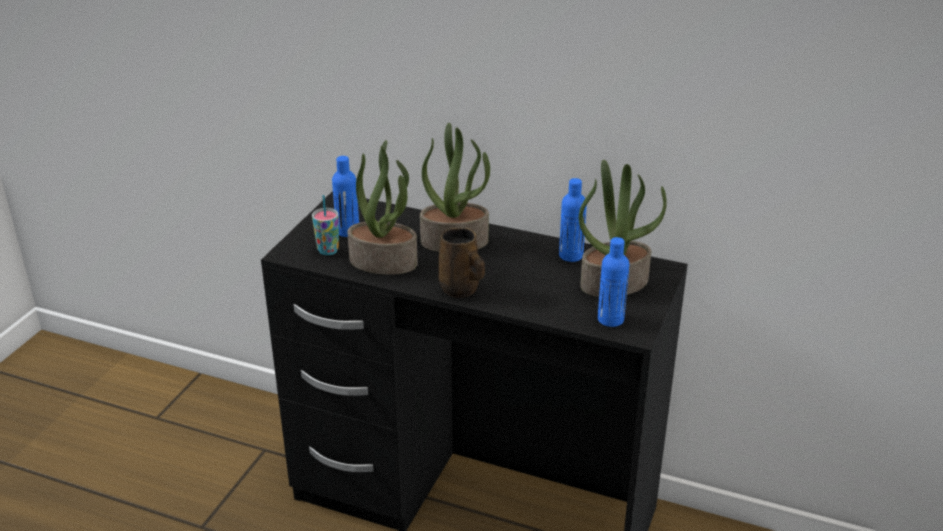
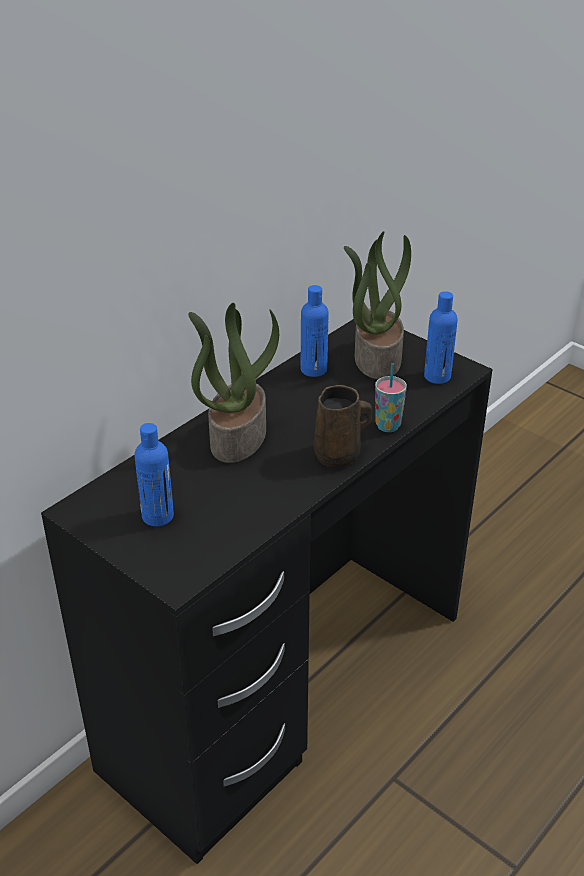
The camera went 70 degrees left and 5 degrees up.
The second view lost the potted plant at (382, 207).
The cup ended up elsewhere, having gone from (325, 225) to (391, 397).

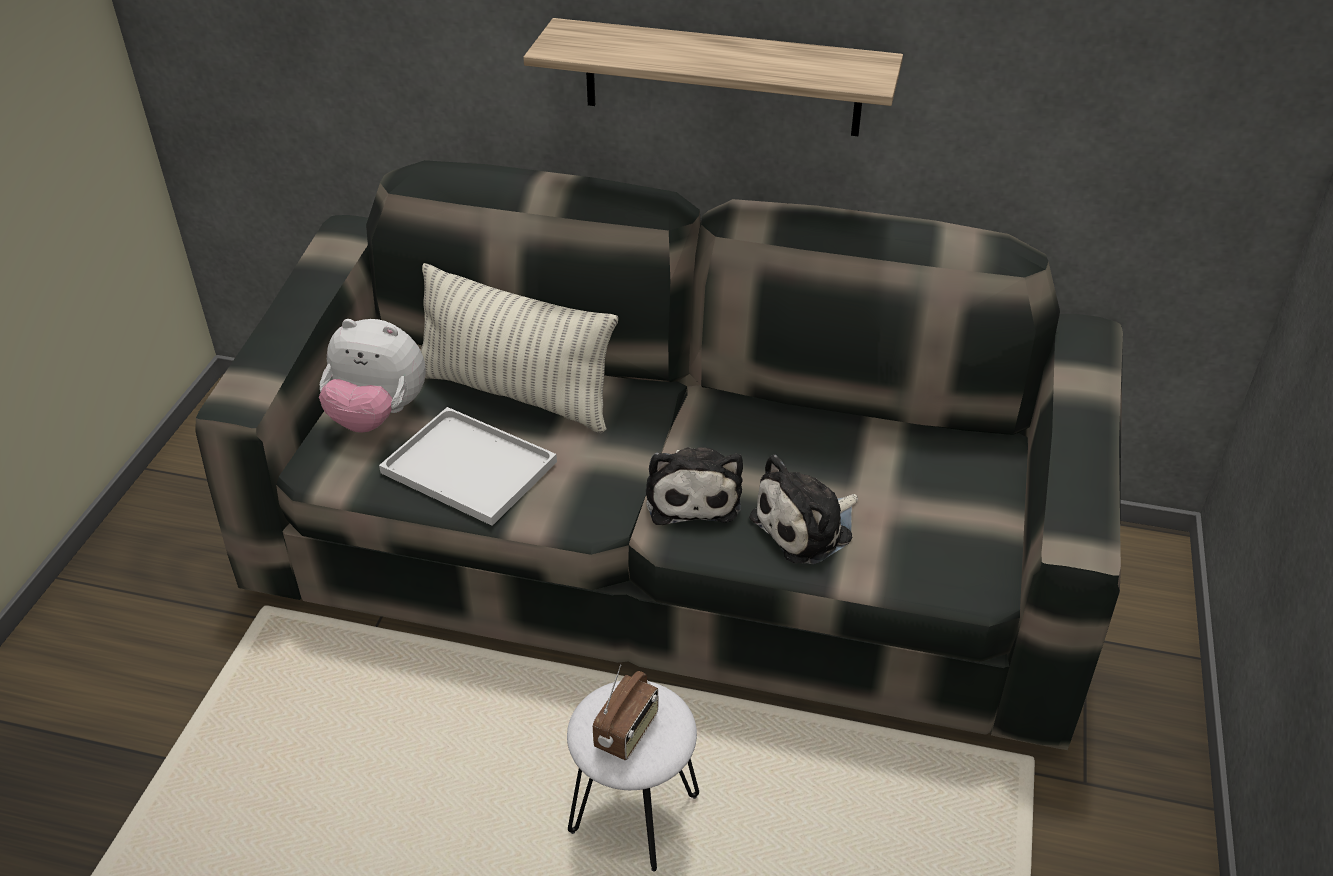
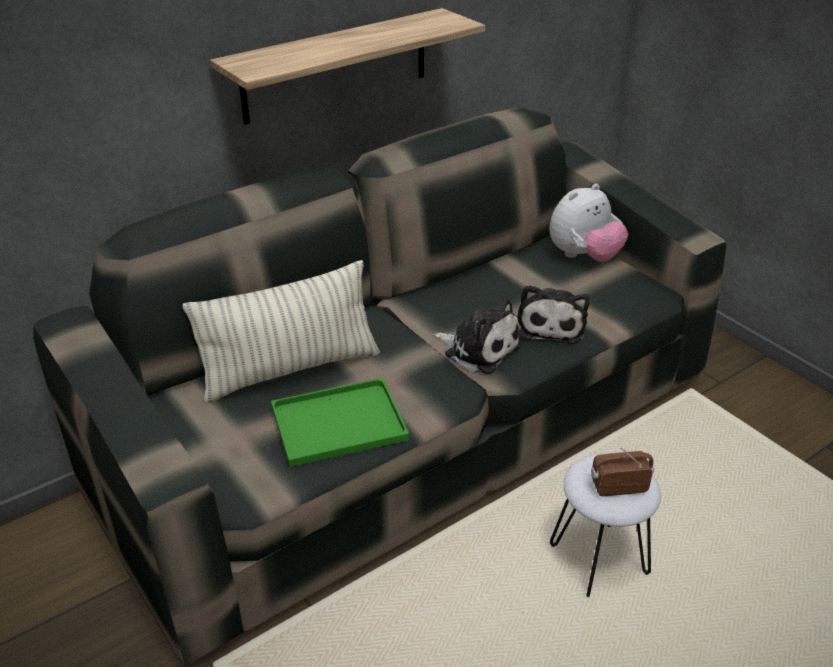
The camera went 50 degrees left and 5 degrees down.
The plush toy ended up elsewhere, having gone from (372, 376) to (588, 223).
What was the white tray at (468, 466) turned into the green tray at (340, 422).
The radio at (625, 712) ended up facing another way, 75 degrees counterclockwise from before.

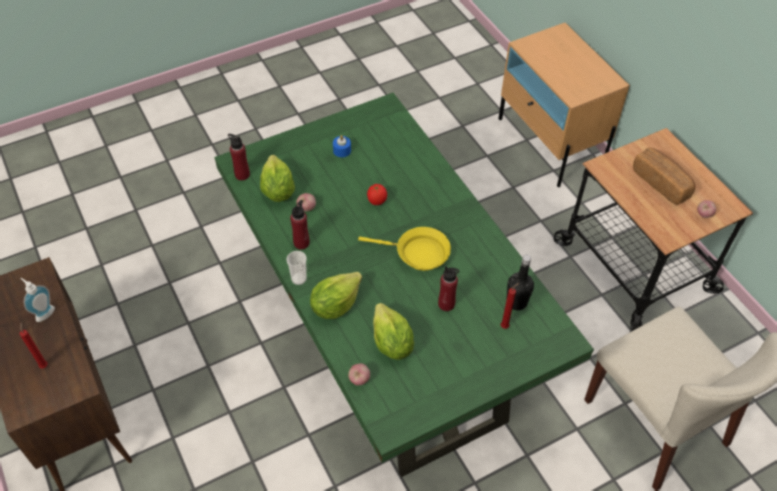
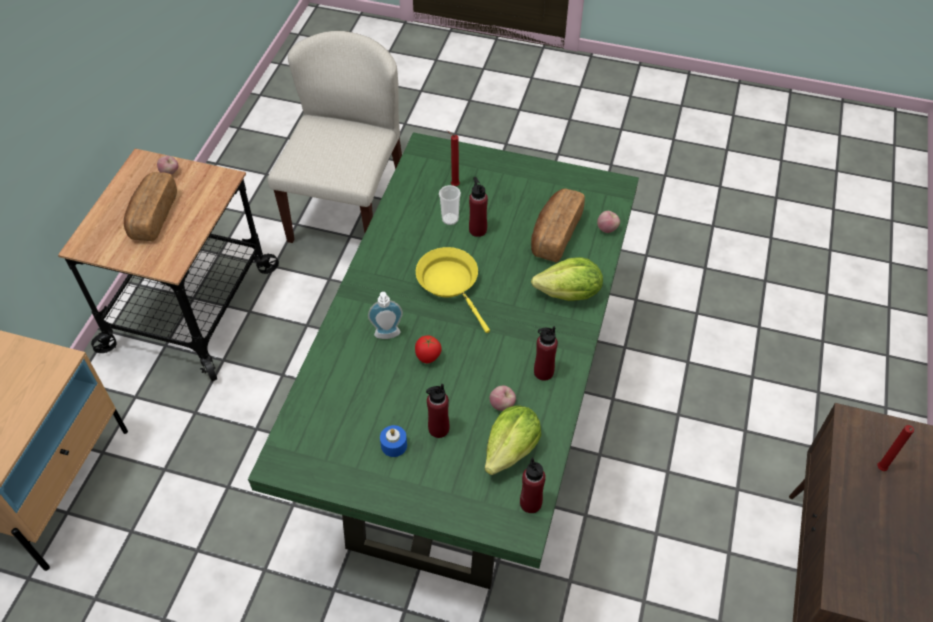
The camera went 135 degrees left and 0 degrees up.
The second view lost the black bottle at (520, 282).
The second view gained the red bottle at (438, 411).
The soap dispenser ended up elsewhere, having gone from (37, 300) to (385, 315).
The cup ended up elsewhere, having gone from (296, 268) to (450, 205).
Where the lettuce stood at (393, 331), the bread came to stand at (558, 225).

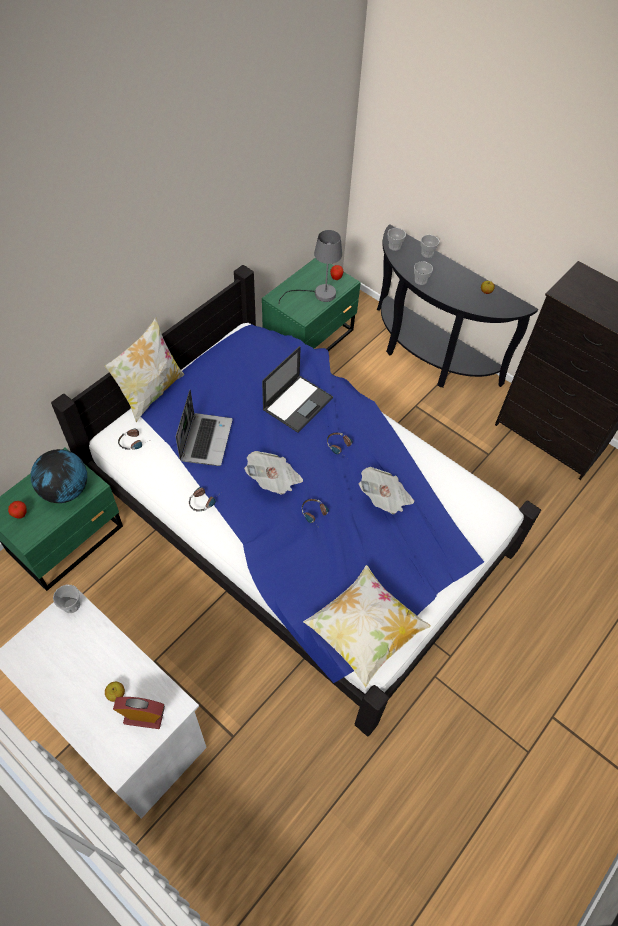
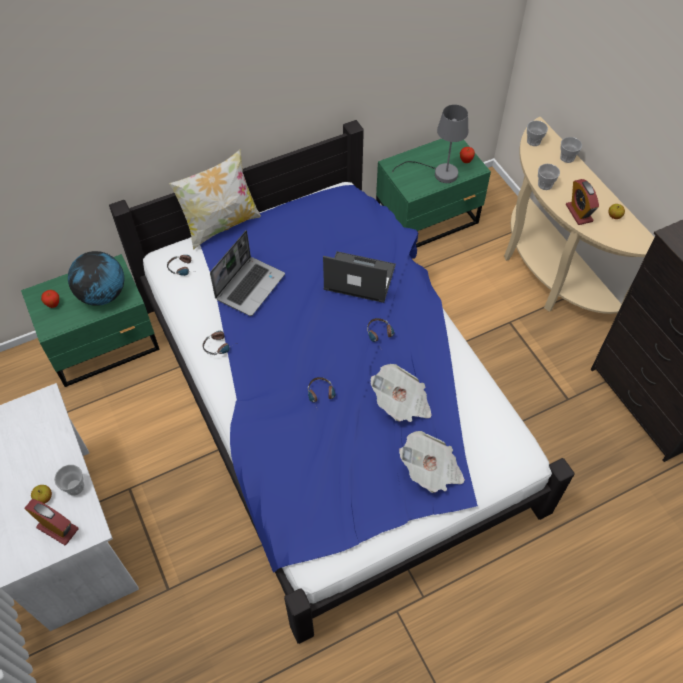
The camera went 25 degrees right and 0 degrees up.
The second view lost the pillow at (367, 626).
The second view gained the alarm clock at (582, 202).
The cup ended up elsewhere, having gone from (66, 599) to (69, 480).
The newspaper ended up elsewhere, having gone from (273, 473) to (432, 462).
What was the black console table at (457, 306) turned into the beige console table at (579, 215).
The laptop at (297, 389) ended up facing another way, 135 degrees counterclockwise from before.

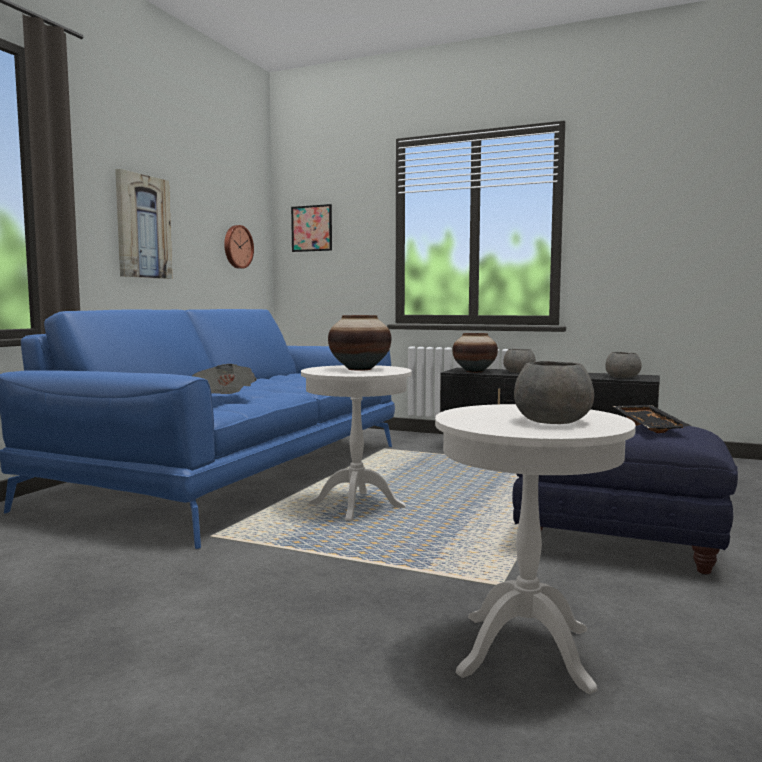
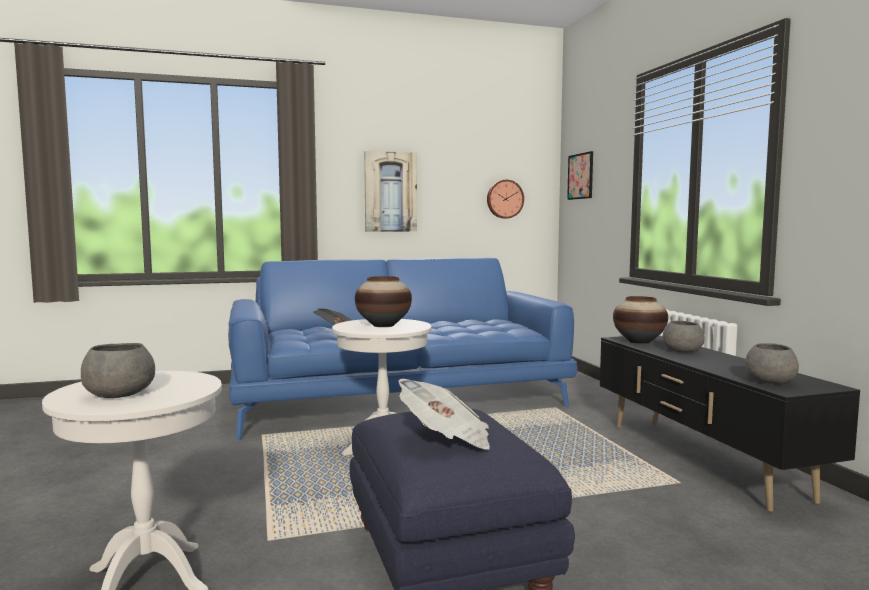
The camera went 50 degrees right and 0 degrees up.
Where the black tray stood at (652, 419), the newspaper came to stand at (444, 414).

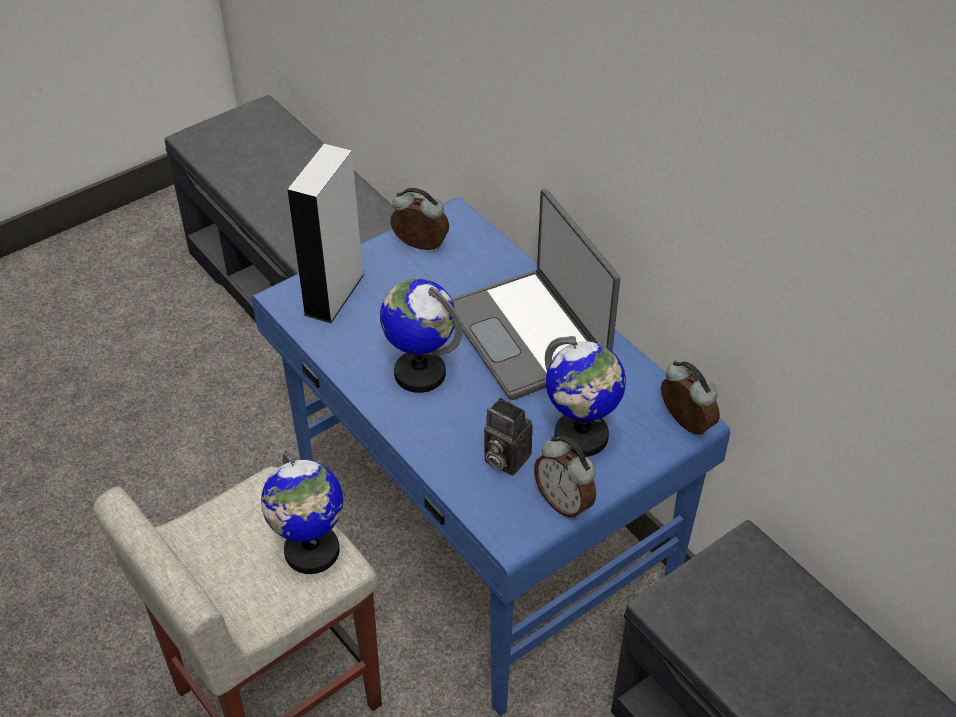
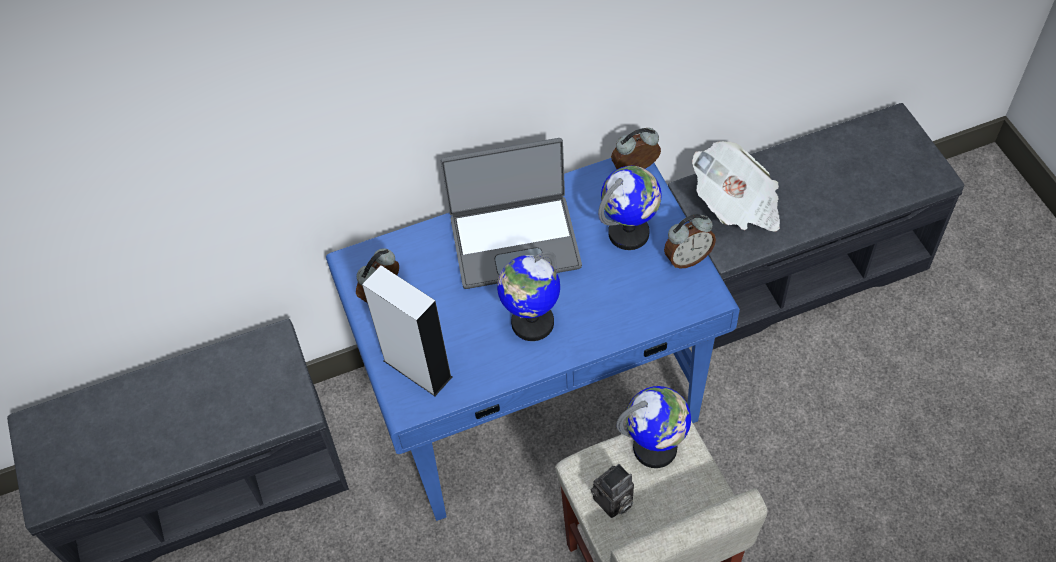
The camera went 70 degrees left and 10 degrees up.
The second view gained the newspaper at (736, 186).
The photo camera ended up elsewhere, having gone from (508, 437) to (612, 491).

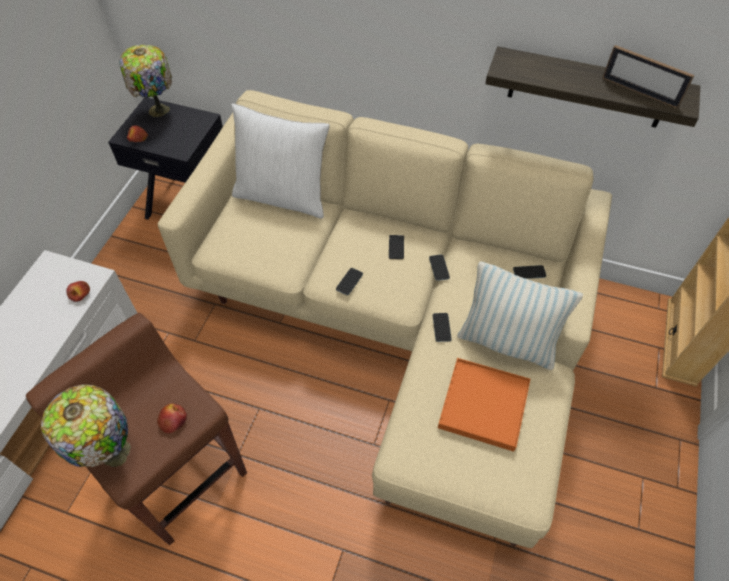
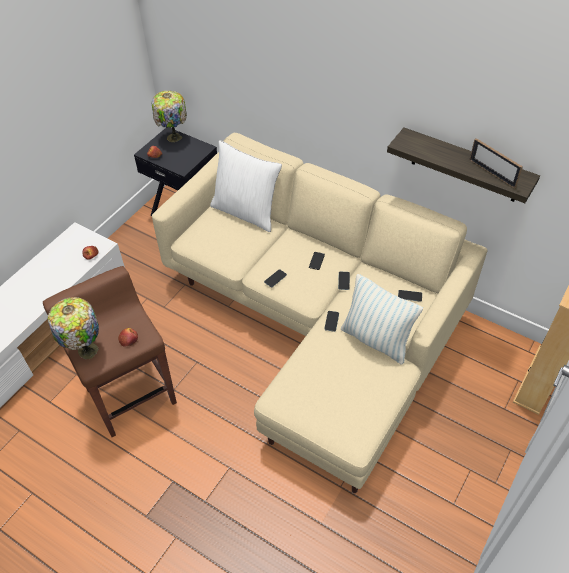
The camera went 15 degrees right and 5 degrees down.
The second view lost the orange tray at (484, 405).

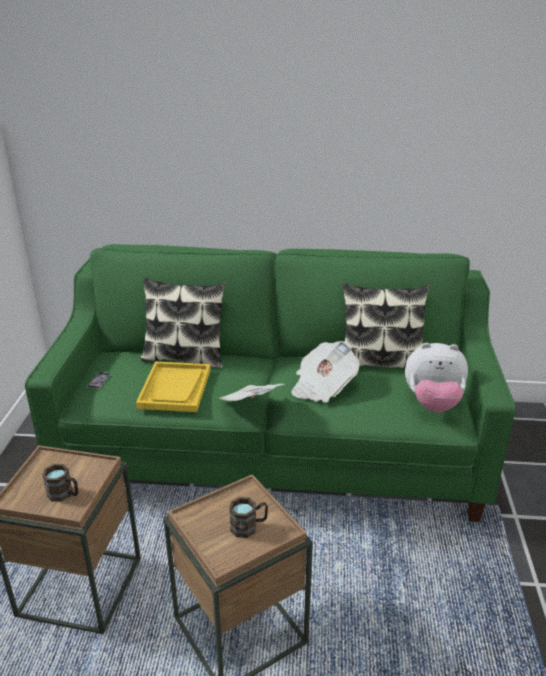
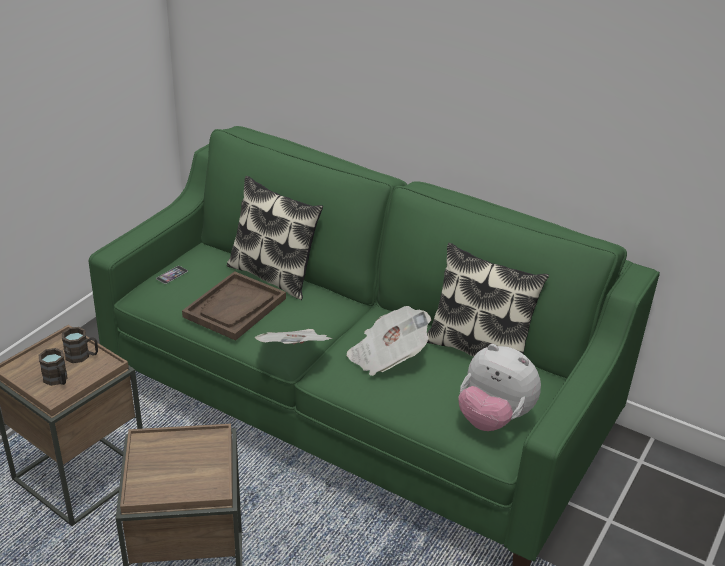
The camera went 25 degrees right and 5 degrees up.
The brown mug ended up elsewhere, having gone from (248, 517) to (80, 345).
What was the yellow tray at (173, 387) turned into the brown tray at (234, 306).

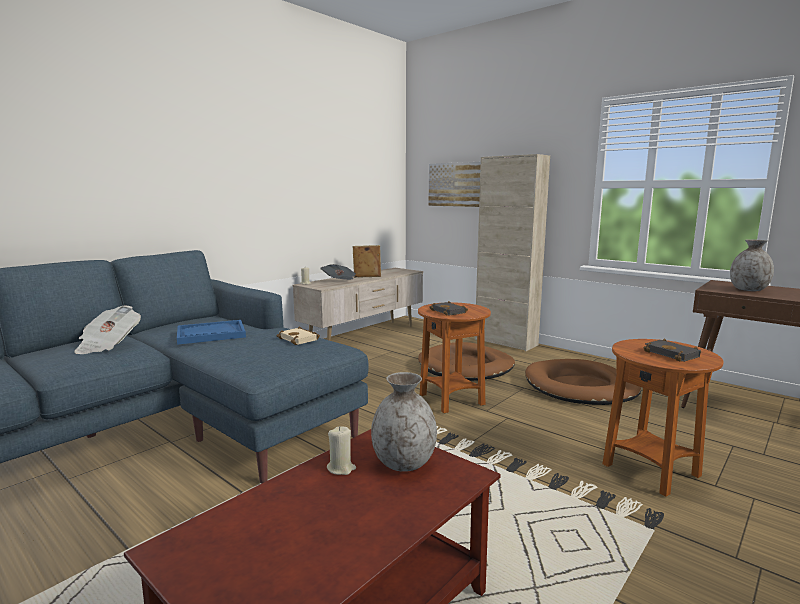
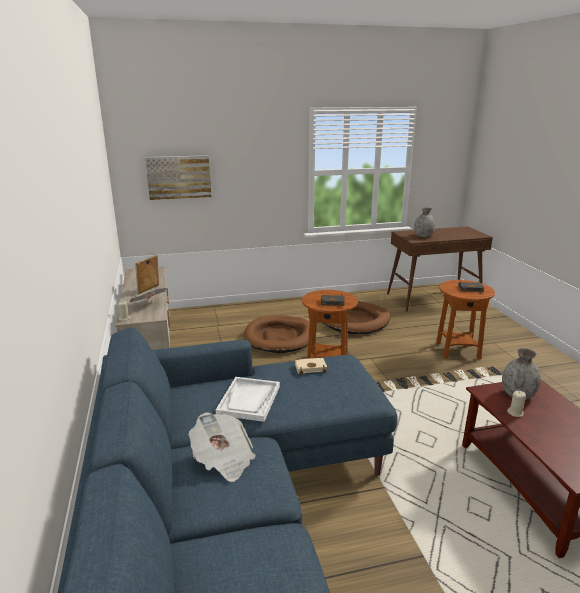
The camera went 55 degrees left and 10 degrees up.
The second view lost the beige cabinet at (512, 252).
What was the blue tray at (211, 332) turned into the white tray at (248, 399).

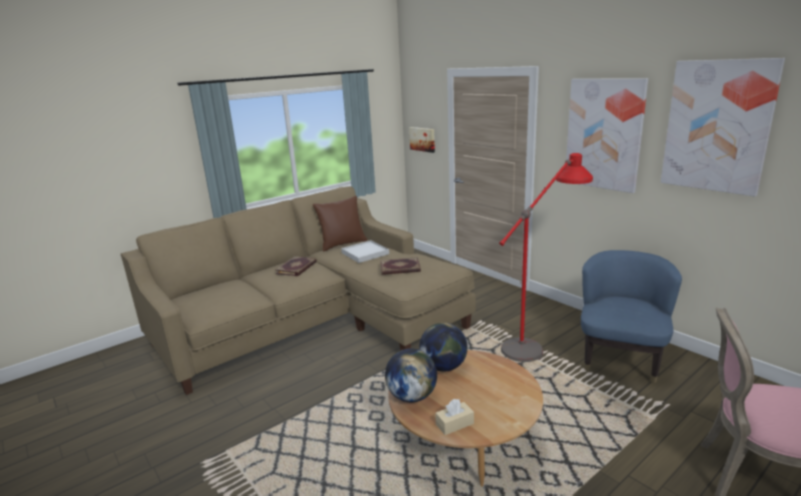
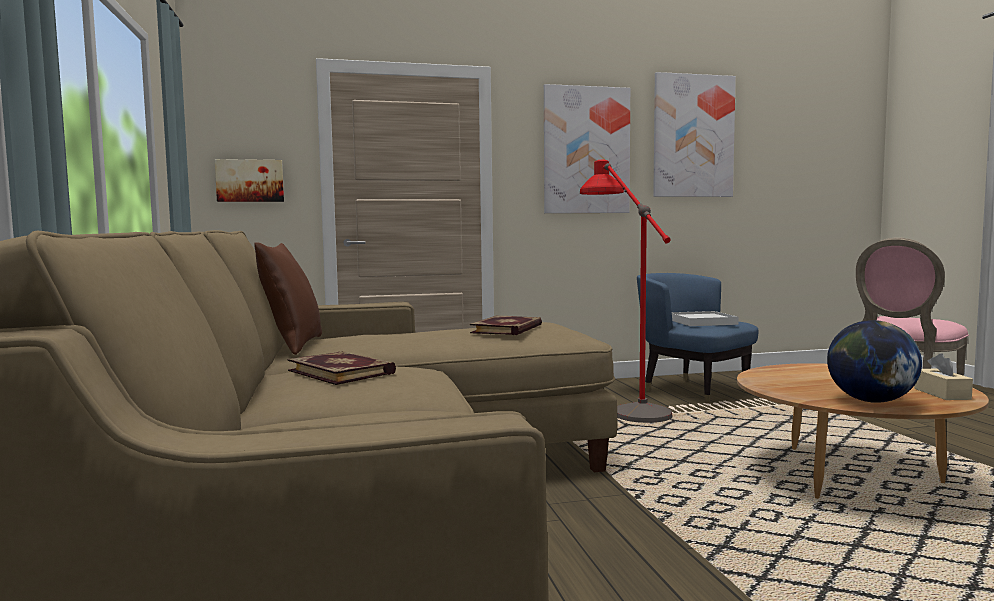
The camera went 65 degrees left and 15 degrees down.
The second view lost the globe at (443, 347).
The white tray ended up elsewhere, having gone from (365, 251) to (705, 318).

